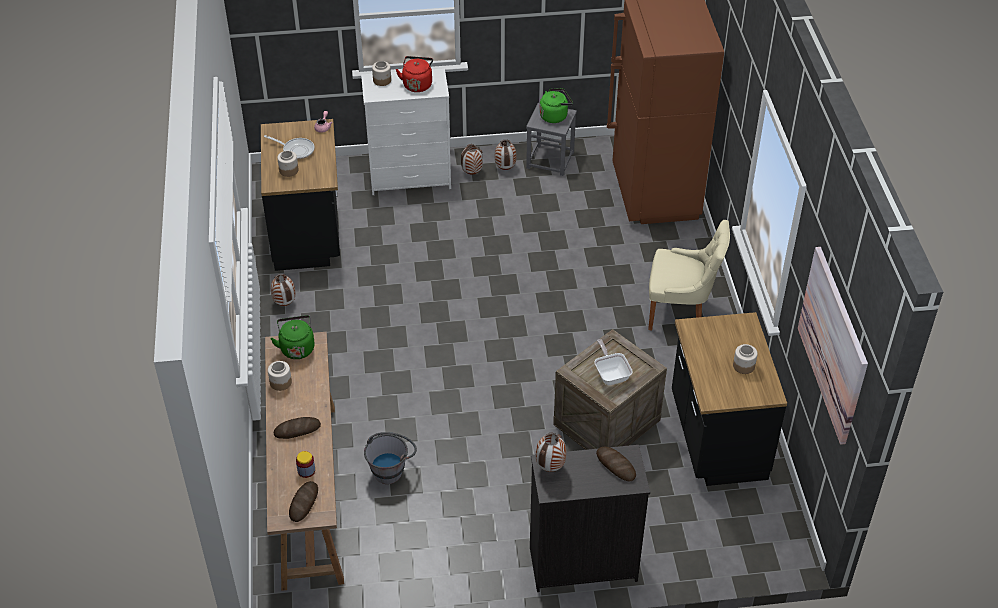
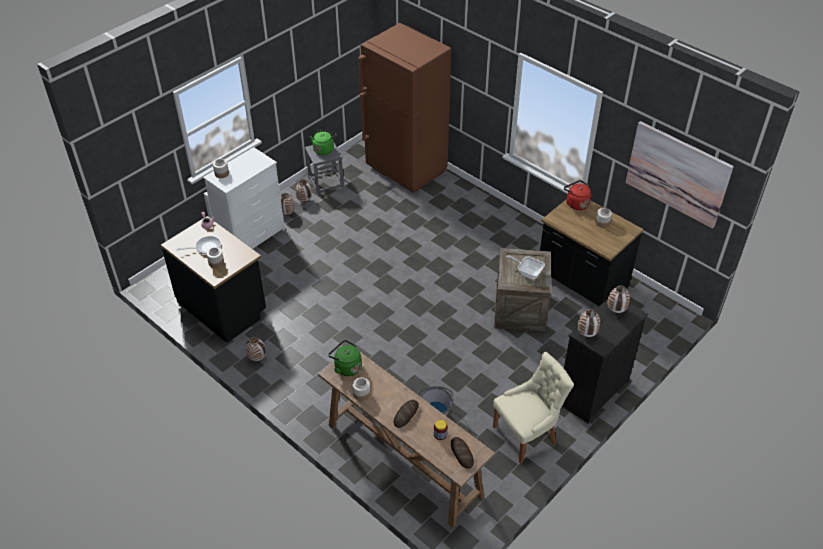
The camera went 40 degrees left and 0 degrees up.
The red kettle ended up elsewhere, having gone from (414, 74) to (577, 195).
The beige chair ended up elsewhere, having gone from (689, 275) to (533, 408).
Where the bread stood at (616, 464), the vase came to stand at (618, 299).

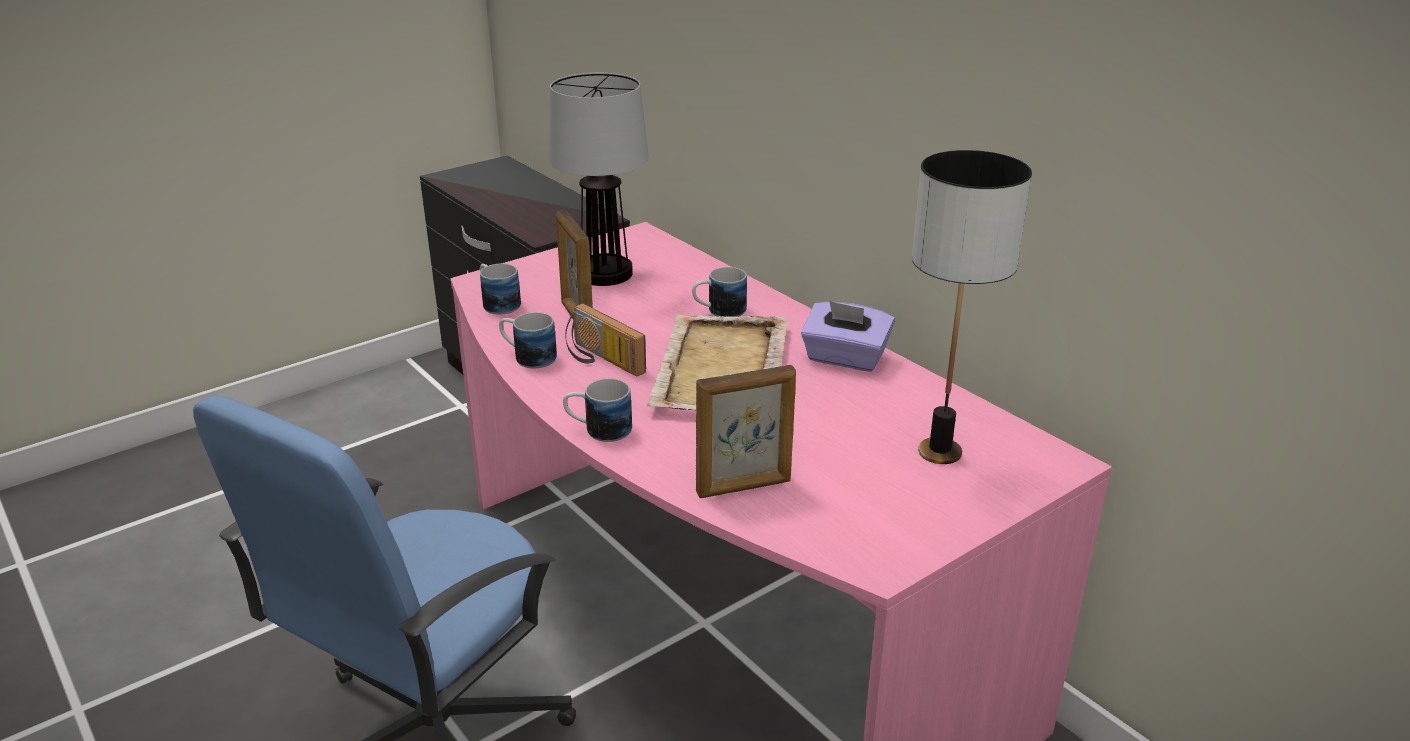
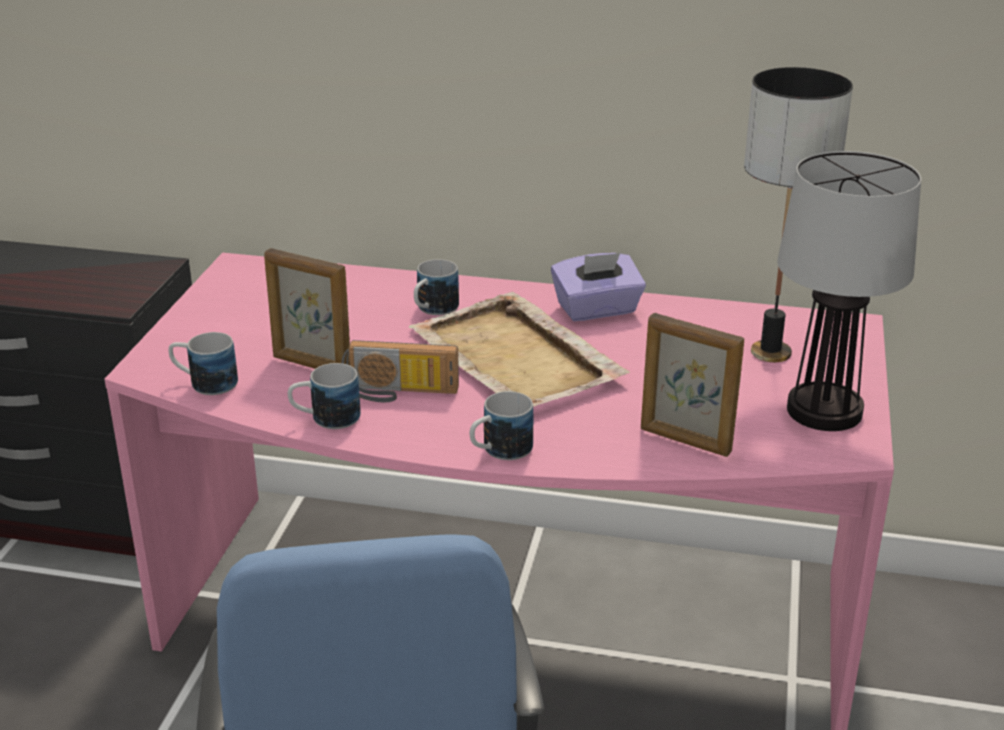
The camera went 40 degrees left and 0 degrees up.
The table lamp ended up elsewhere, having gone from (599, 179) to (849, 291).
The picture frame at (746, 431) ended up facing another way, 90 degrees clockwise from before.

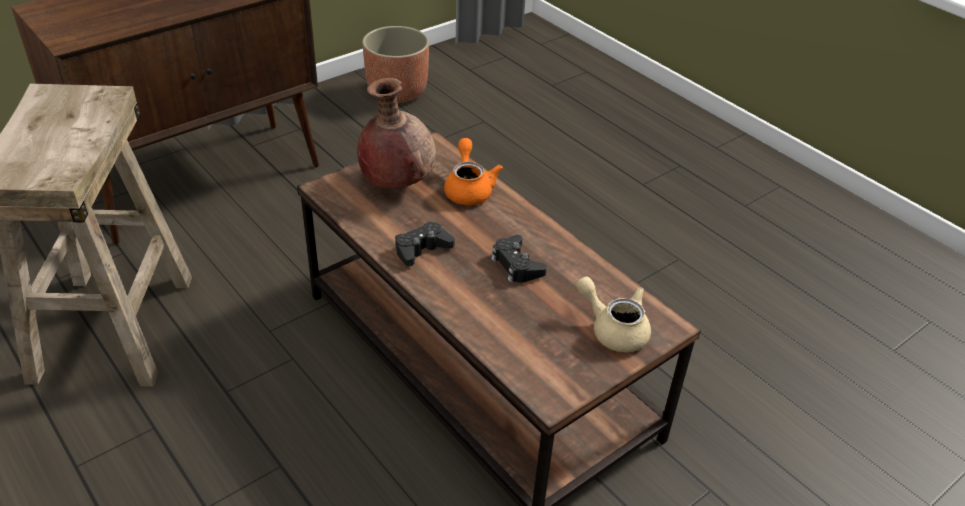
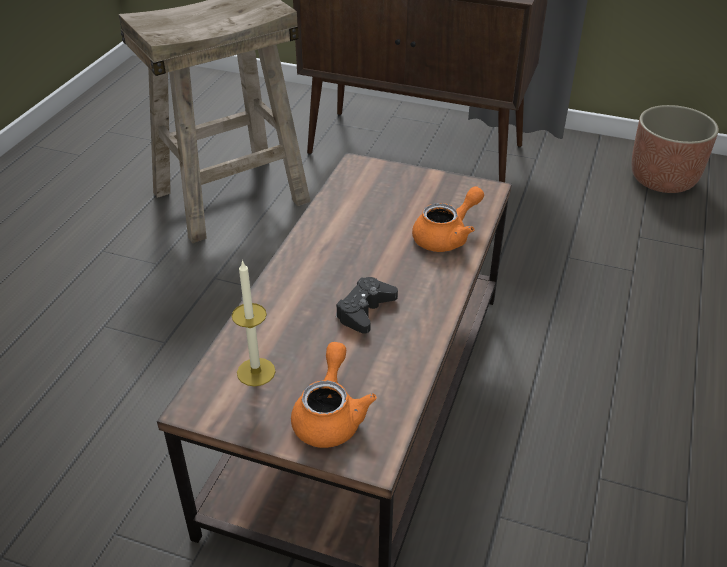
The camera went 60 degrees right and 0 degrees up.
The second view lost the brown vase at (396, 133).
The second view lost the black game controller at (425, 244).
The second view gained the candle at (253, 323).
What was the beige teapot at (613, 314) turned into the orange teapot at (334, 395).

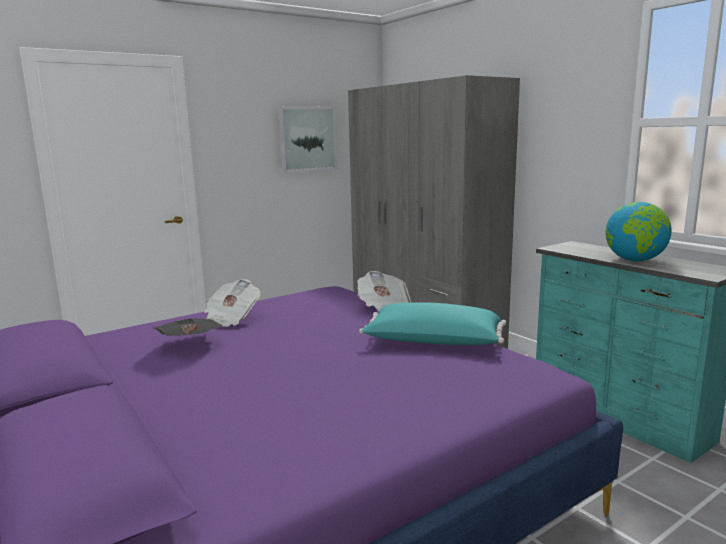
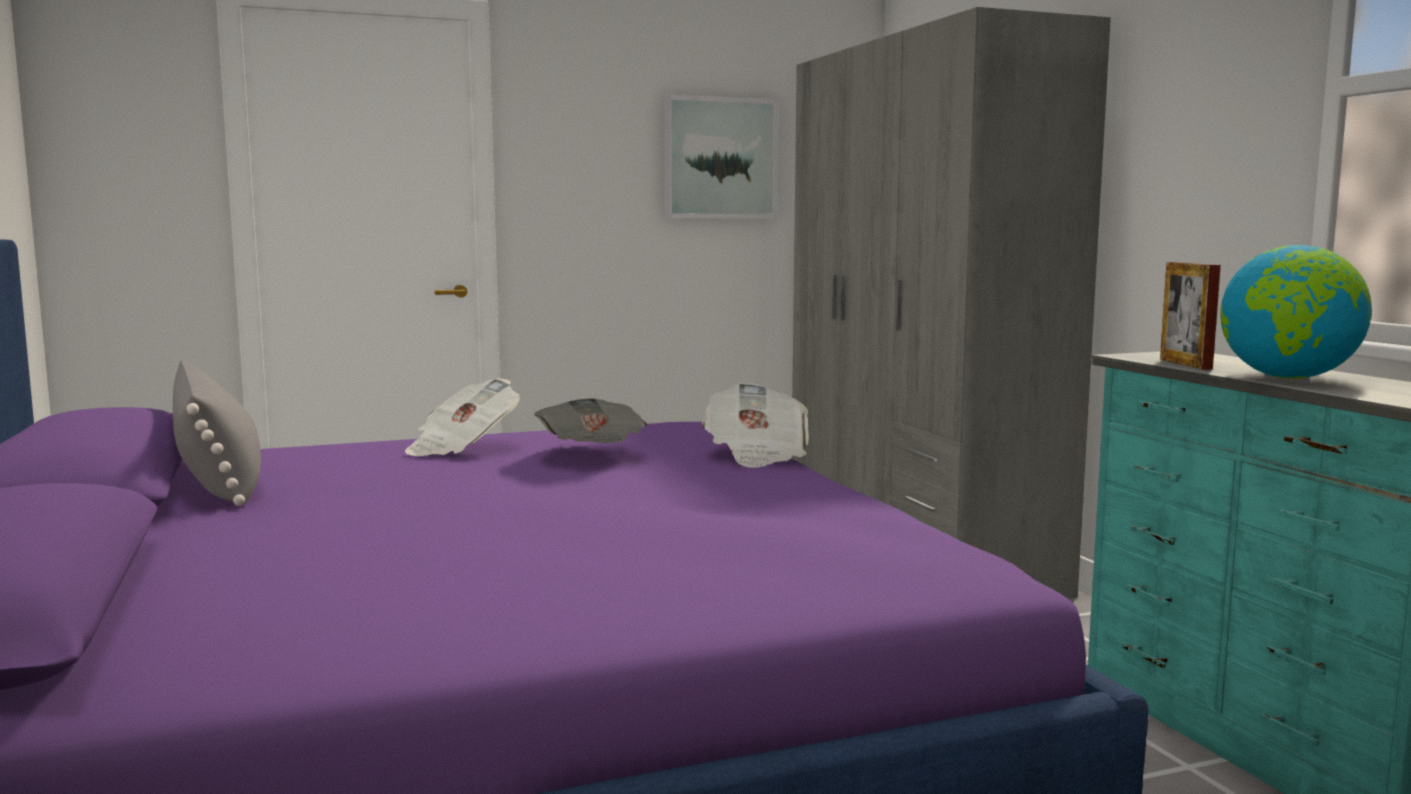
The camera went 15 degrees right and 5 degrees down.
The second view lost the turquoise pillow at (432, 323).
The second view gained the grey pillow at (217, 433).
The second view gained the picture frame at (1190, 316).
The newspaper ended up elsewhere, having gone from (187, 327) to (590, 420).

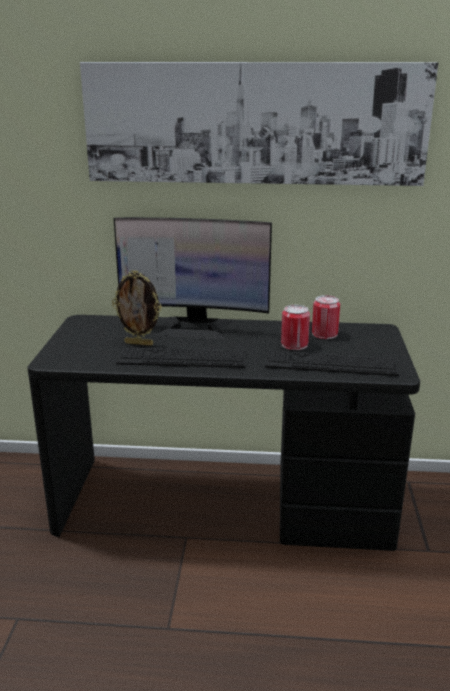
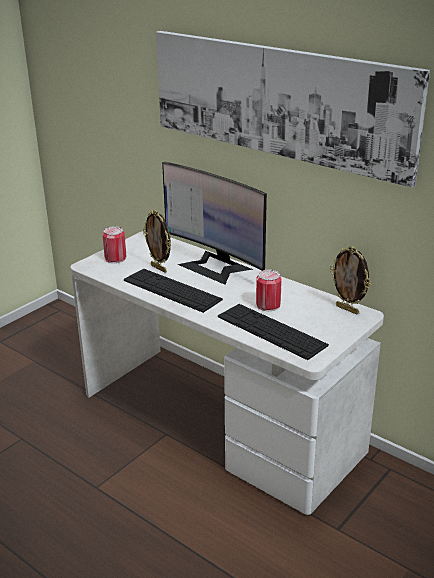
The camera went 35 degrees right and 5 degrees up.
The second view gained the picture frame at (350, 280).
The can ended up elsewhere, having gone from (326, 317) to (114, 244).
What was the black desk at (223, 433) turned into the white desk at (227, 373).

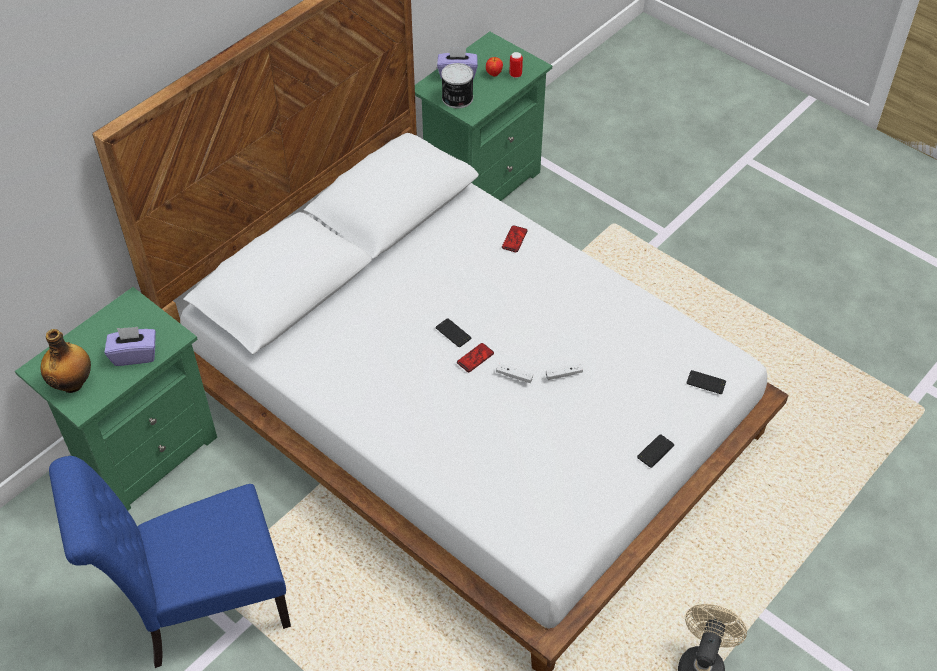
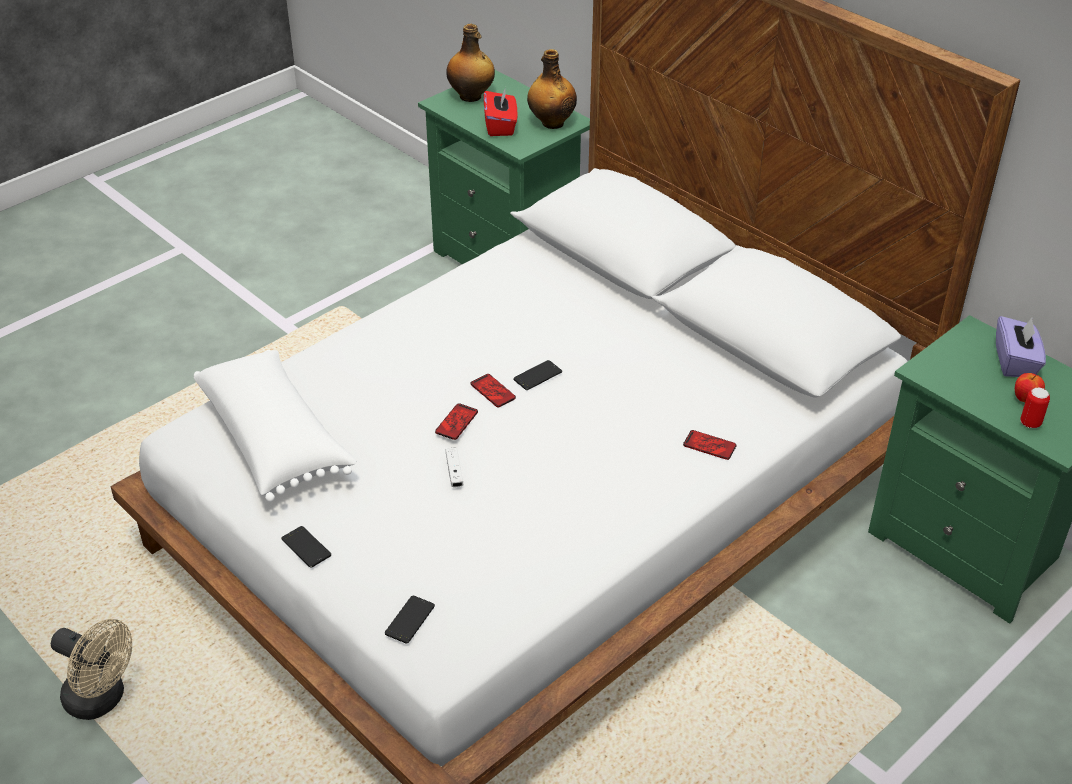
The camera went 95 degrees right and 10 degrees down.
The second view lost the blue chair at (170, 562).
The second view lost the can at (457, 86).
The second view gained the white pillow at (275, 426).
The second view gained the bottle at (552, 89).
Where the white game controller stood at (514, 373), the phone came to stand at (456, 421).
What was the purple tissue box at (130, 346) turned into the red tissue box at (500, 111).

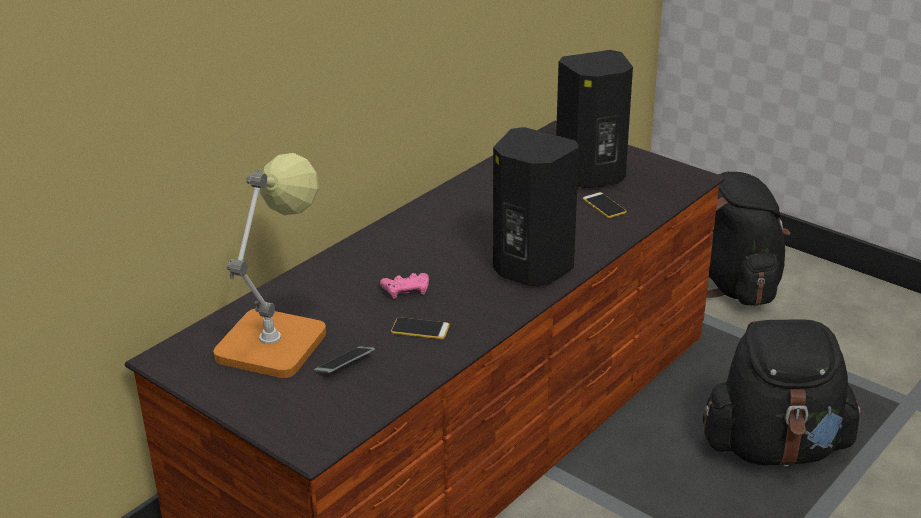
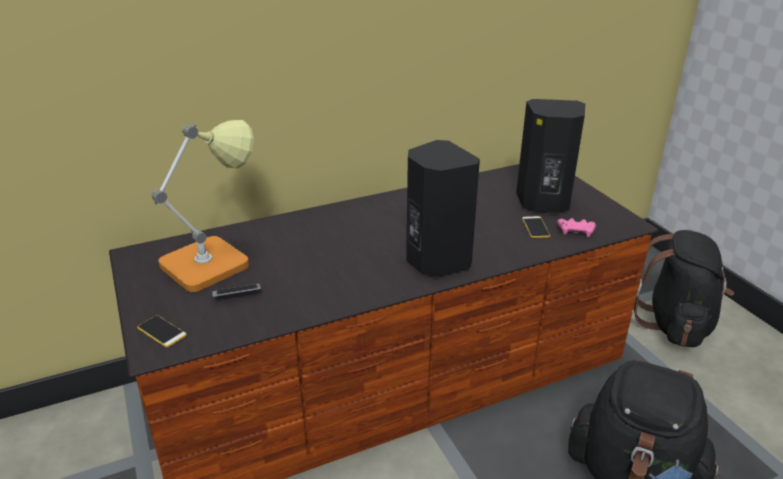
The camera went 25 degrees right and 0 degrees up.
The pink game controller ended up elsewhere, having gone from (404, 286) to (576, 227).
The phone ended up elsewhere, having gone from (420, 328) to (162, 331).

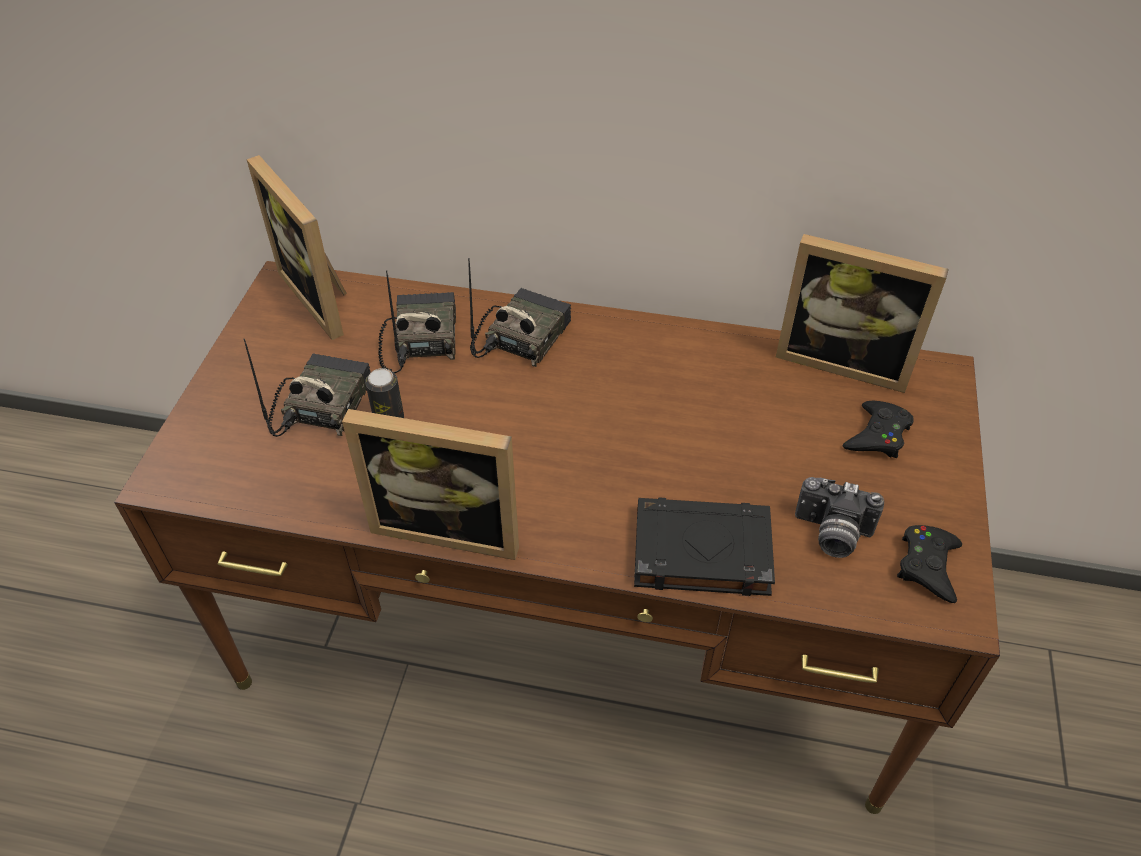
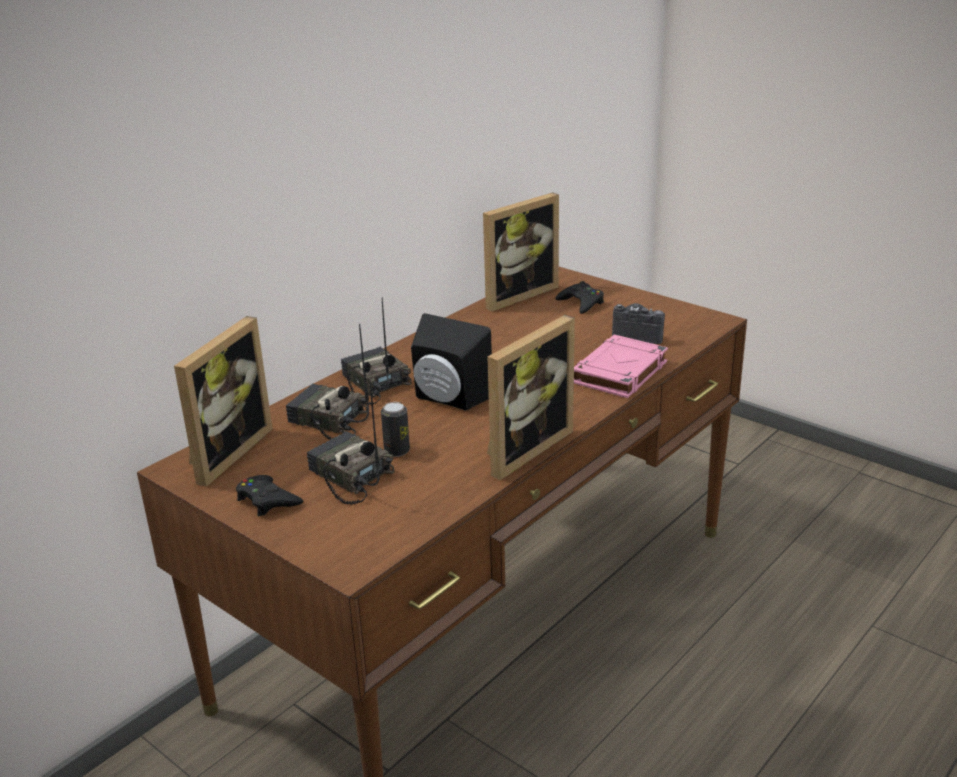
The camera went 60 degrees left and 20 degrees down.
The second view gained the black speaker at (451, 362).
The black game controller ended up elsewhere, having gone from (929, 564) to (269, 495).
What was the black book at (704, 546) turned into the pink book at (621, 366).
The picture frame at (297, 247) ended up facing another way, 60 degrees counterclockwise from before.
The photo camera at (839, 517) ended up facing another way, 120 degrees counterclockwise from before.

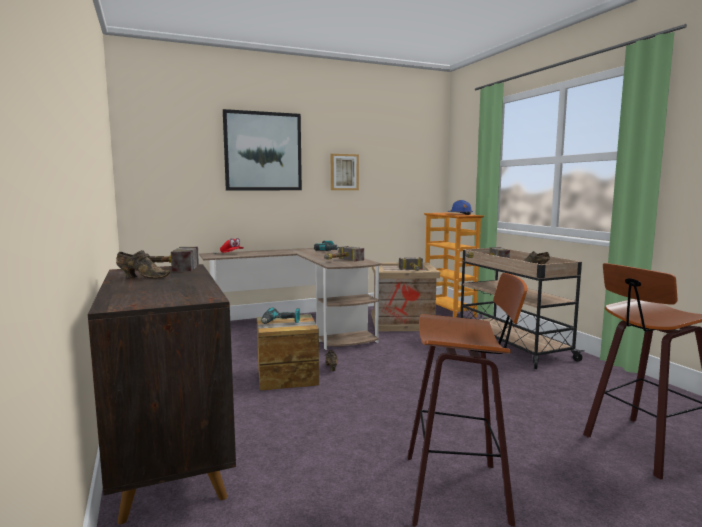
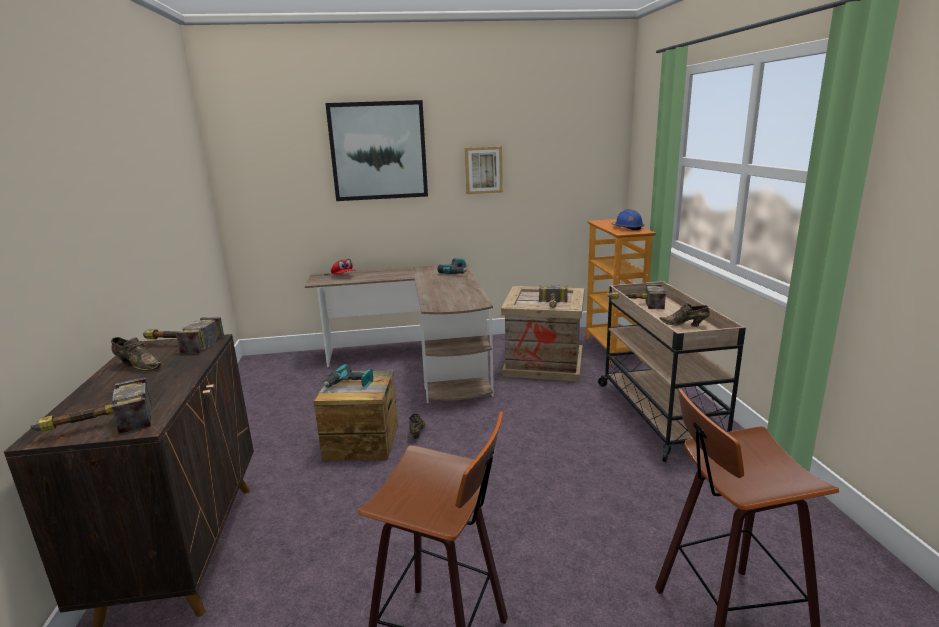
The camera went 15 degrees right and 10 degrees up.
The hammer ended up elsewhere, having gone from (344, 254) to (91, 405).

